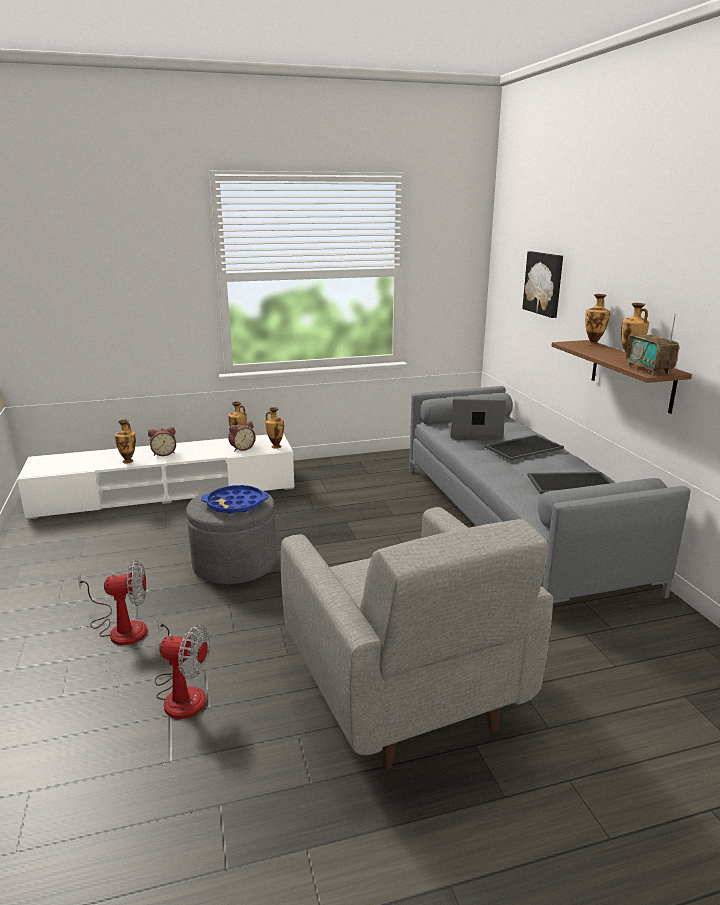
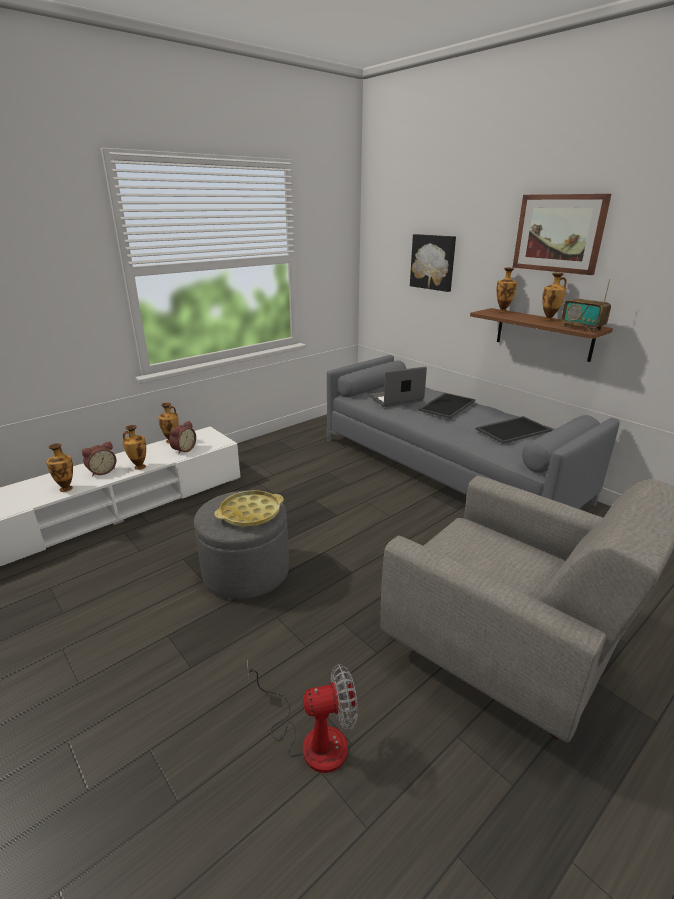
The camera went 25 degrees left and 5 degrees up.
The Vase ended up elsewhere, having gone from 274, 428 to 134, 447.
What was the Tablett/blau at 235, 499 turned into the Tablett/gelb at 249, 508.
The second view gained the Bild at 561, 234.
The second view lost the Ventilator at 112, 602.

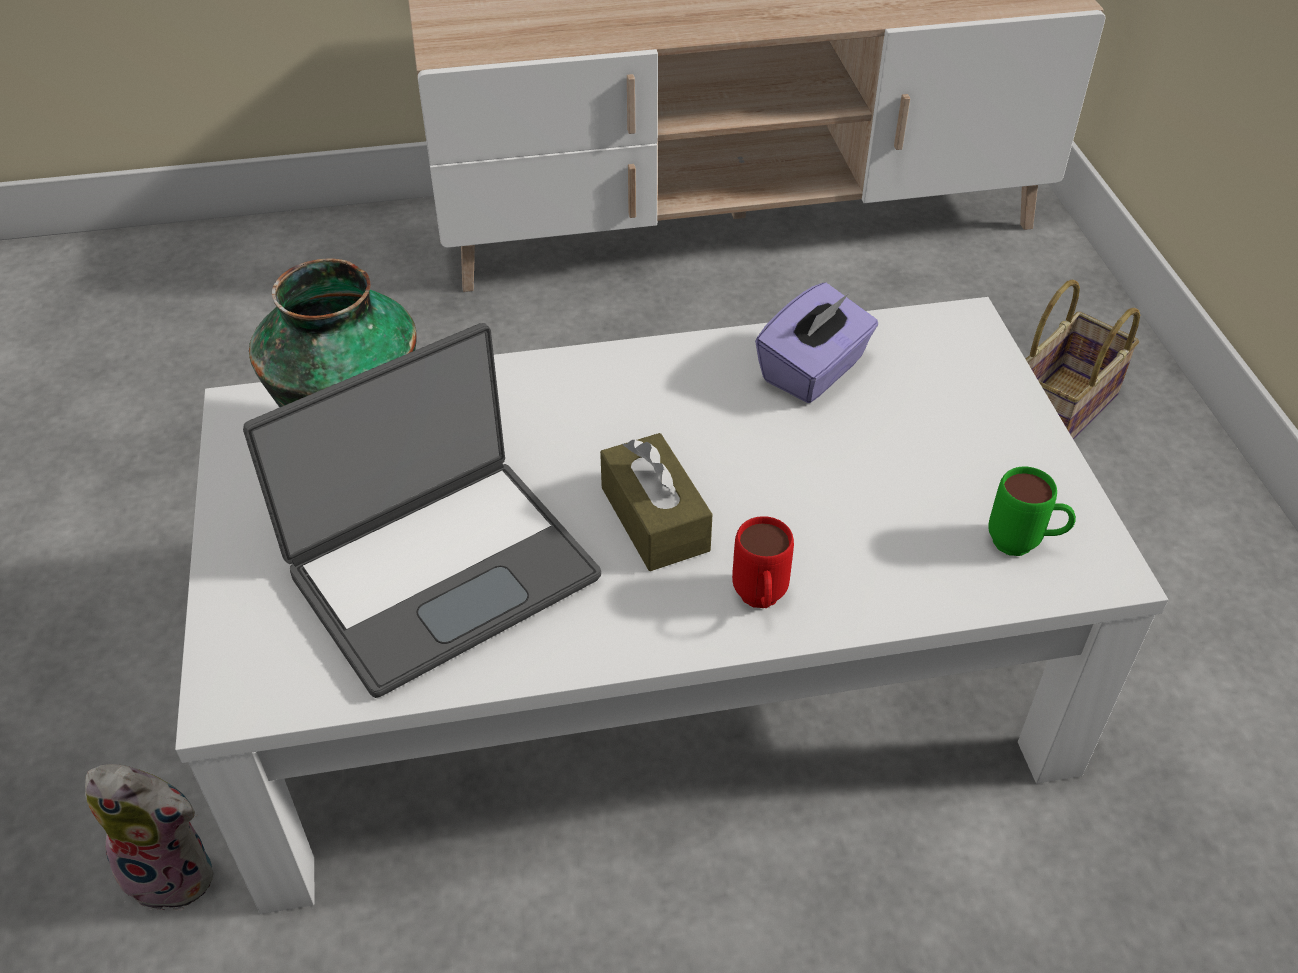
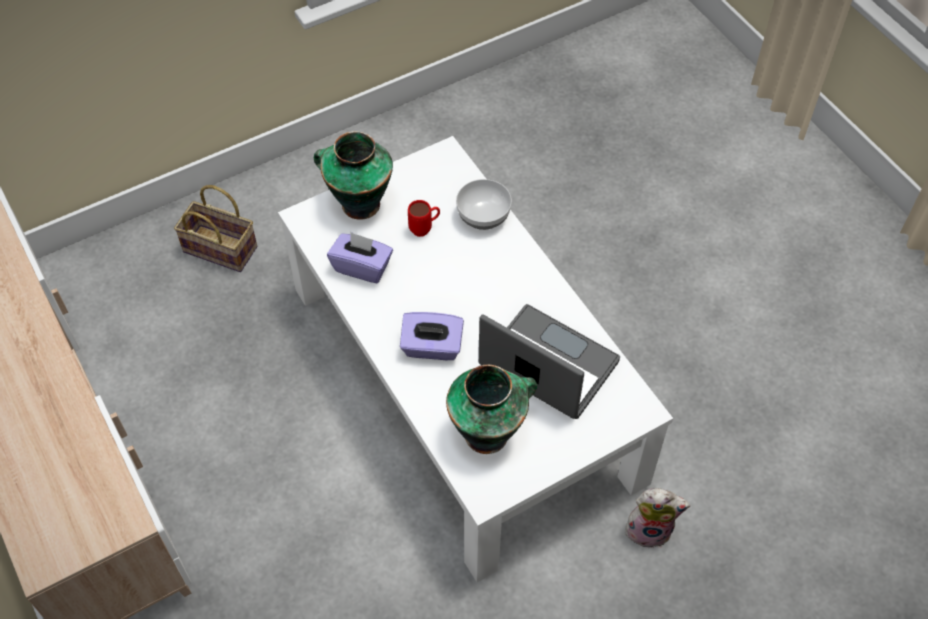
The camera went 110 degrees left and 10 degrees up.
The second view gained the Vase at 353, 175.
The second view gained the Taschentuchbox/lila at 432, 336.
The Henkelbecher/rot ended up elsewhere, having gone from 763, 562 to 424, 218.
The second view gained the Schüssel at 484, 204.
The Plüschtier at 149, 837 ended up facing another way, 105 degrees clockwise from before.
The second view lost the Taschentuchbox/braun at 656, 502.
The second view lost the Henkelbecher/grün at 1032, 511.

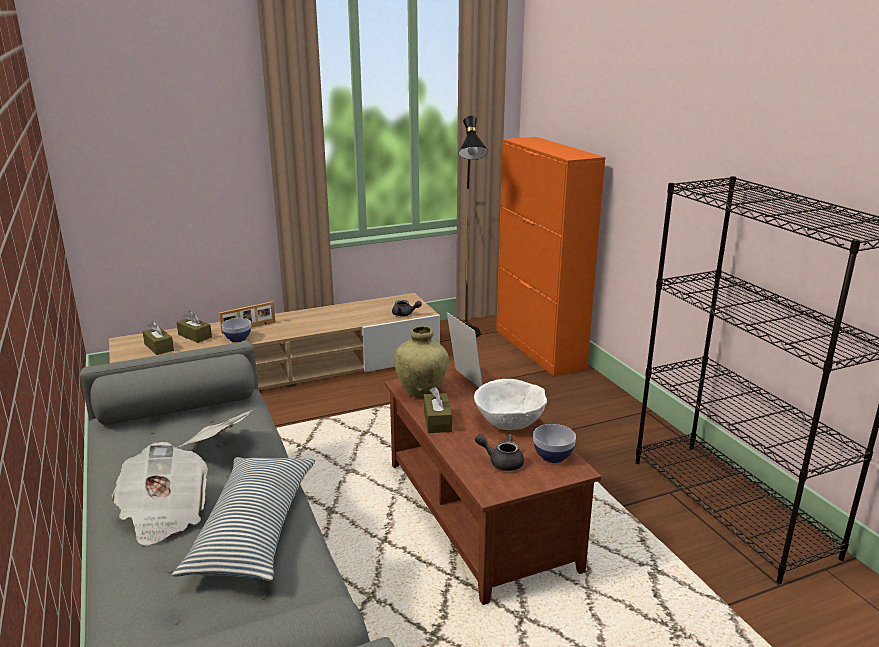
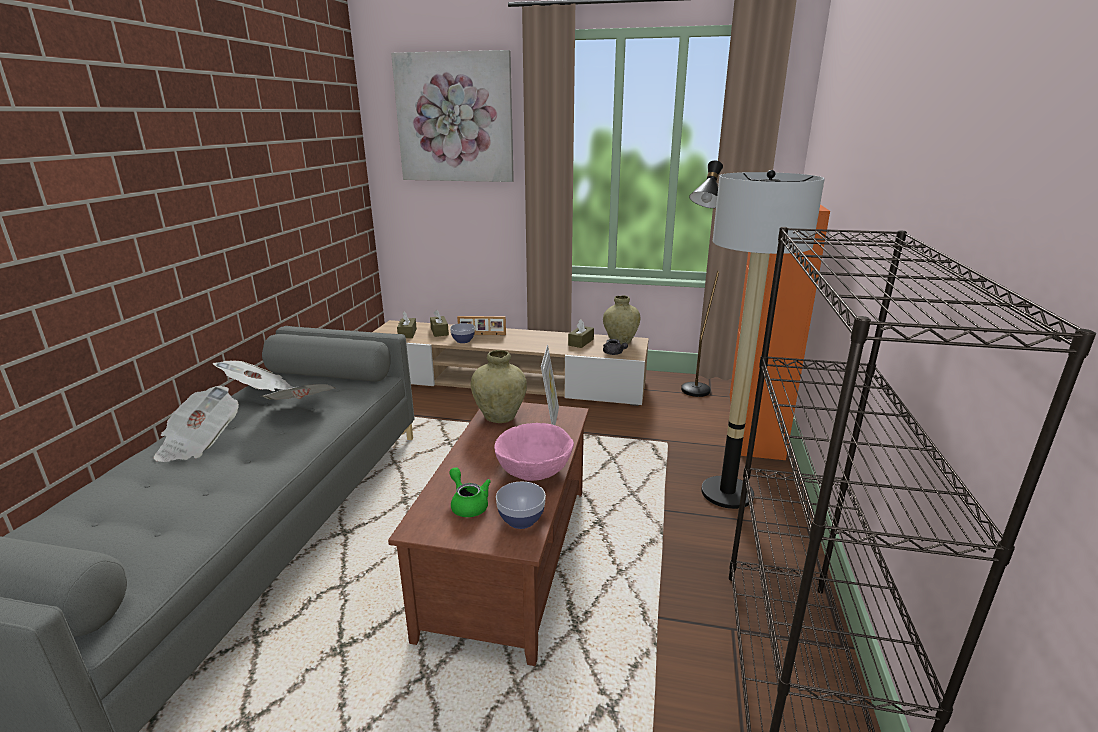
The camera went 35 degrees right and 0 degrees up.
The second view gained the Zeitung at 253, 376.
The second view gained the Bild at 452, 116.
What was the Teekanne/grau at 499, 452 turned into the Teekanne/grün at 470, 492.
What was the Schüssel/weiß at 510, 404 turned into the Schüssel/rosa at 534, 452.
The Taschentuchbox/braun ended up elsewhere, having gone from 438, 410 to 581, 333.
The second view gained the Vase/beige at 621, 319.
The second view gained the Stehlampe at 763, 339.
The second view lost the Kissen at 243, 519.

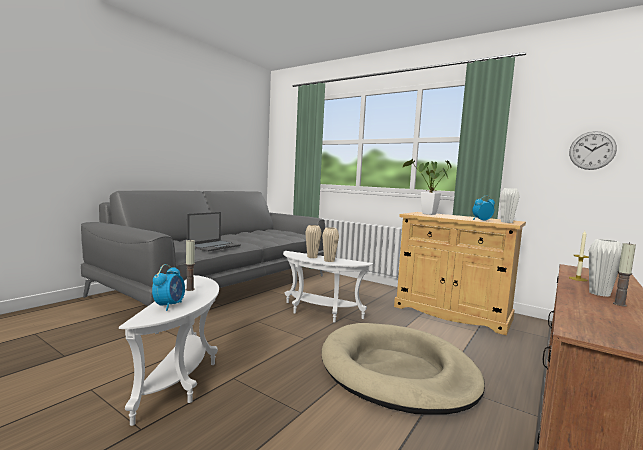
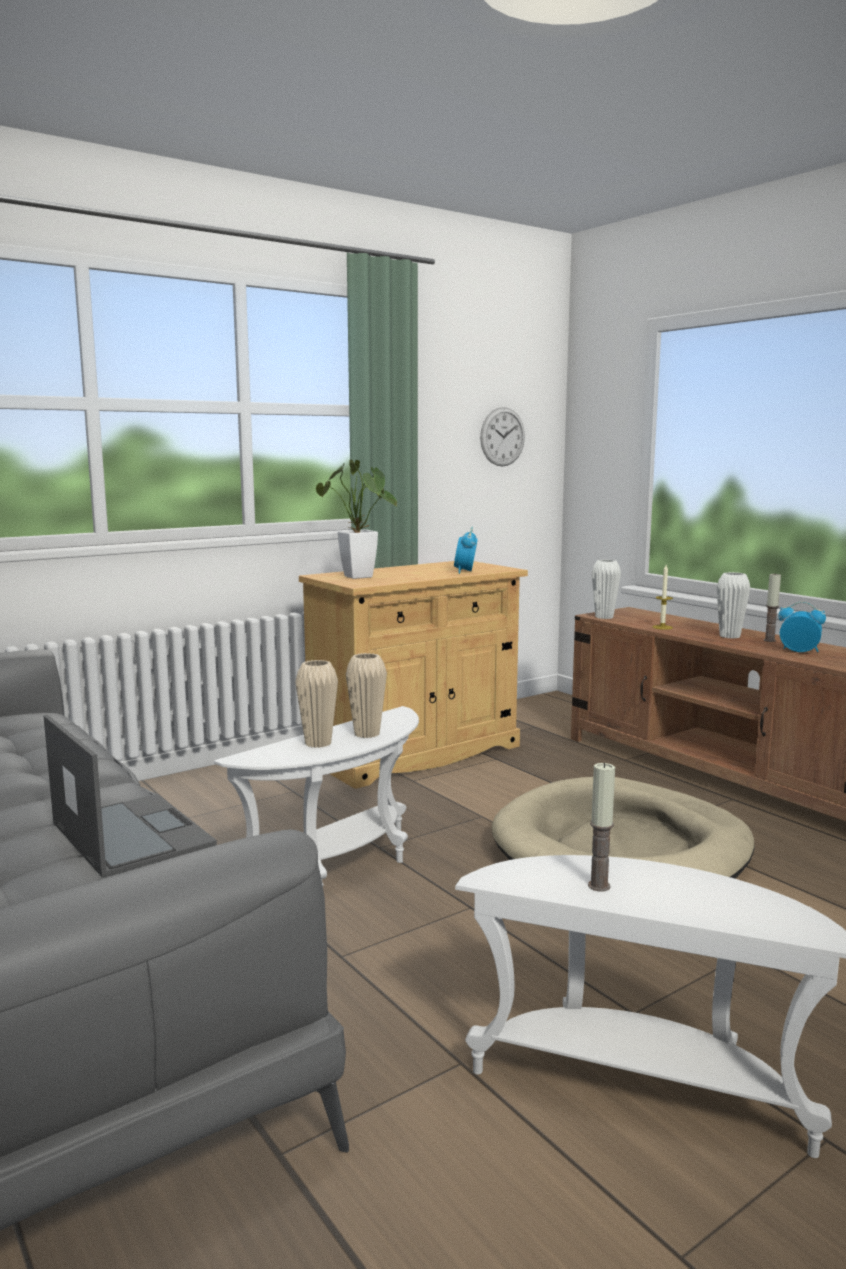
The camera went 70 degrees left and 5 degrees up.
The Vase/weiß ended up elsewhere, having gone from 510, 205 to 606, 589.
The Wecker ended up elsewhere, having gone from 168, 287 to 802, 627.

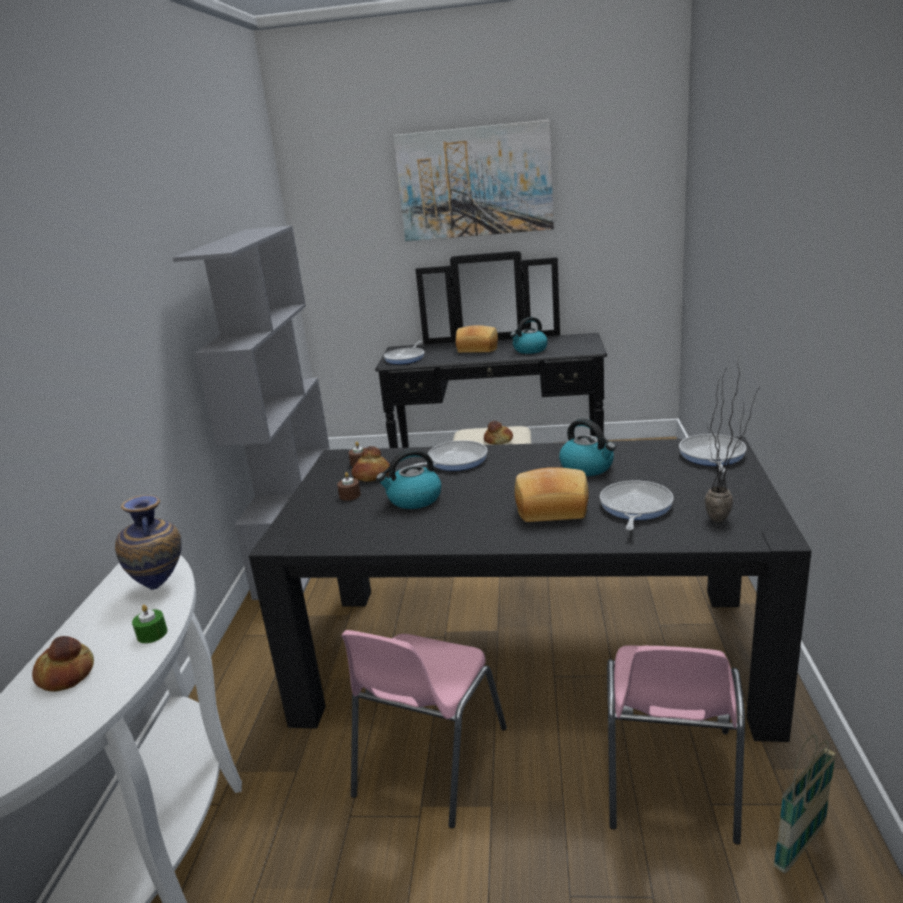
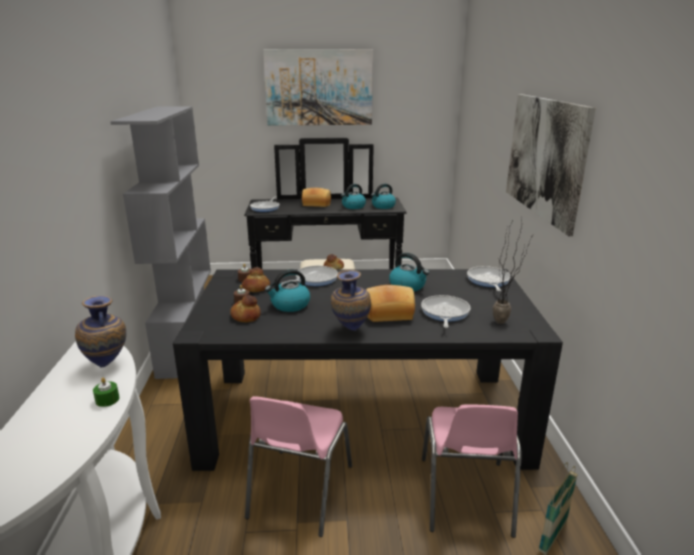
The camera went 10 degrees left and 0 degrees up.
The Brot ended up elsewhere, having gone from 63, 664 to 245, 308.
The second view gained the Vase at 351, 300.
The second view gained the Wasserkessel at 383, 196.
The second view gained the Bild at 551, 165.

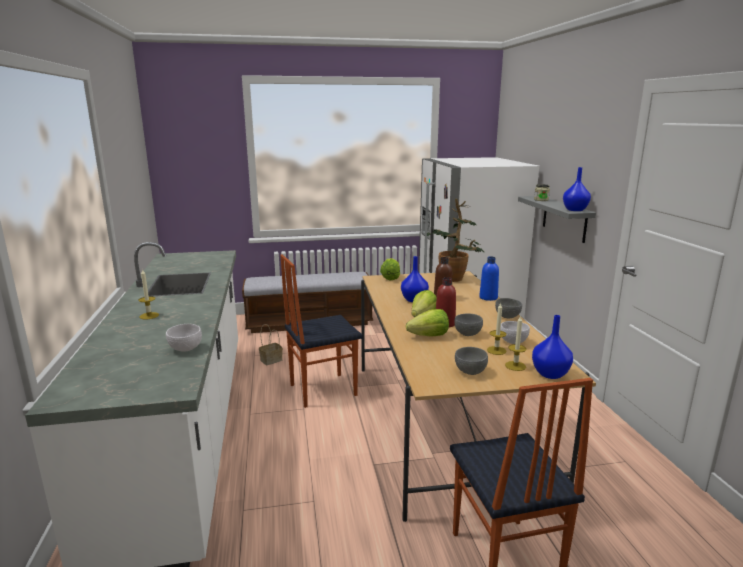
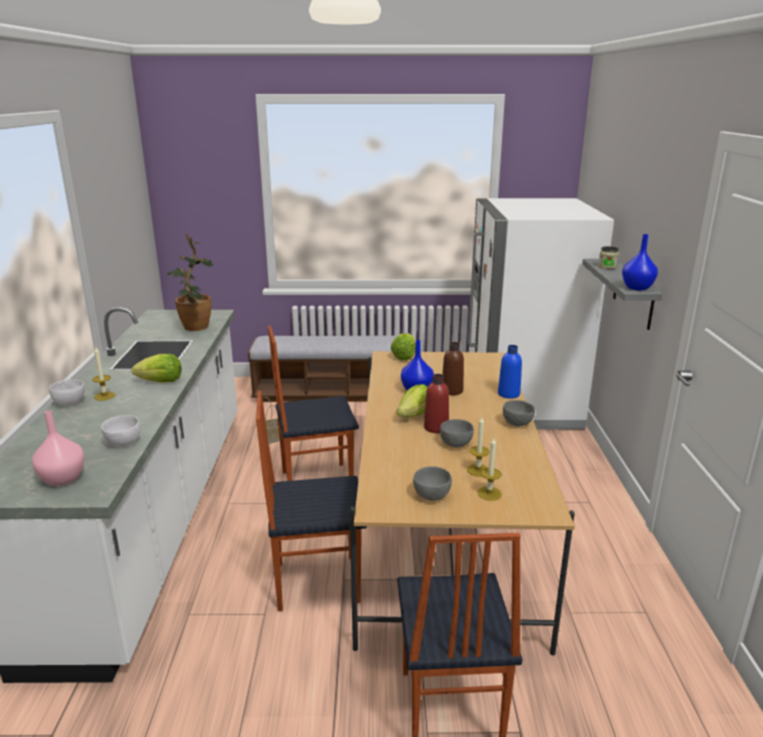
The camera went 10 degrees right and 5 degrees up.
The second view gained the Vase/rosa at 58, 448.
The Schüssel/weiß ended up elsewhere, having gone from 515, 332 to 67, 392.
The Salatkopf ended up elsewhere, having gone from 427, 323 to 157, 368.
The Topfpflanze ended up elsewhere, having gone from 455, 240 to 190, 282.
The second view gained the Stuhl at 311, 500.
The second view lost the Vase/blau at 552, 347.

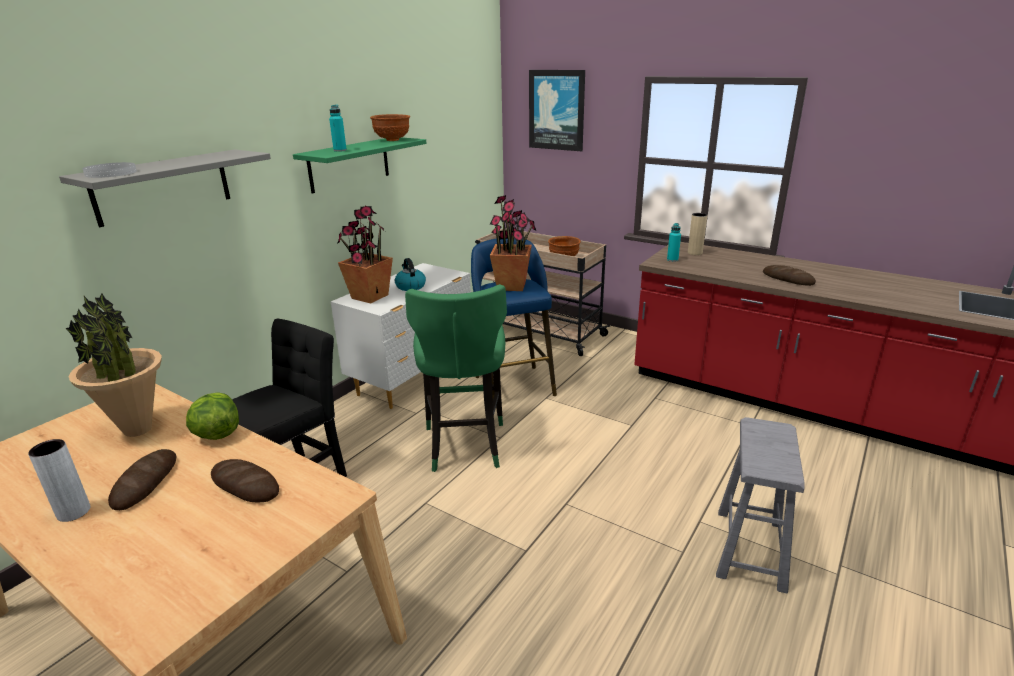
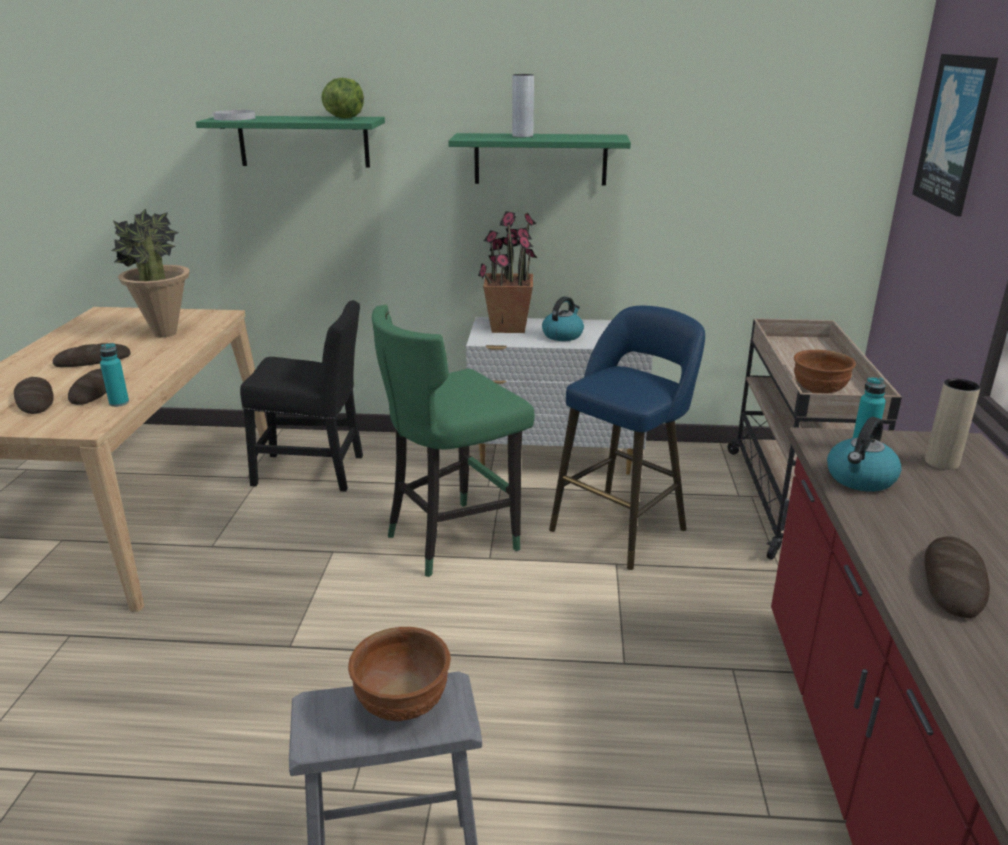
The camera went 60 degrees right and 0 degrees up.
The second view gained the Brot at 34, 395.
The Flasche/türkis ended up elsewhere, having gone from 338, 128 to 114, 375.
What was the Wandregal/grau at 165, 188 turned into the Wandregal/grün at 290, 142.
The Salatkopf ended up elsewhere, having gone from 212, 416 to 342, 98.
The Schüssel/braun ended up elsewhere, having gone from 390, 127 to 399, 674.
The Vase/grau ended up elsewhere, having gone from 59, 480 to 523, 105.
The second view gained the Wasserkessel at 864, 454.
The second view lost the Topfpflanze at 512, 243.

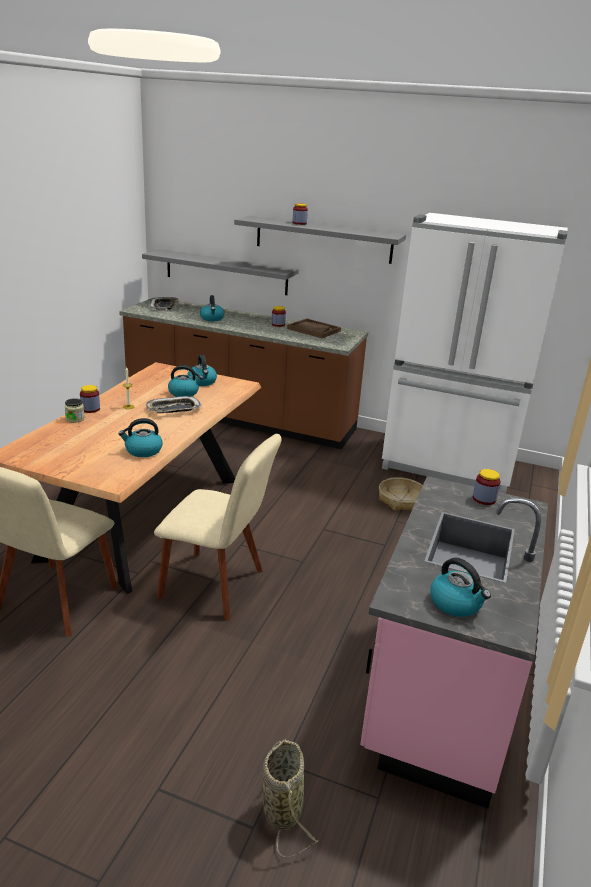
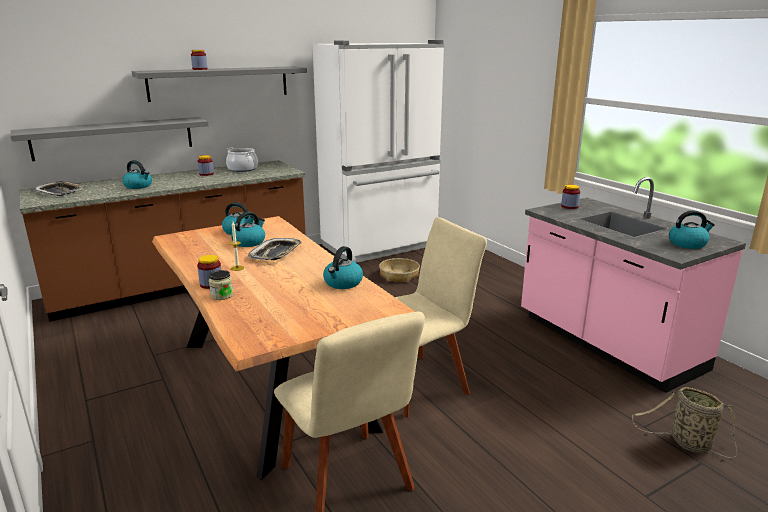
The camera went 50 degrees left and 5 degrees down.
Where the Tablett/braun stood at 314, 328, the Kochtopf came to stand at 242, 160.

